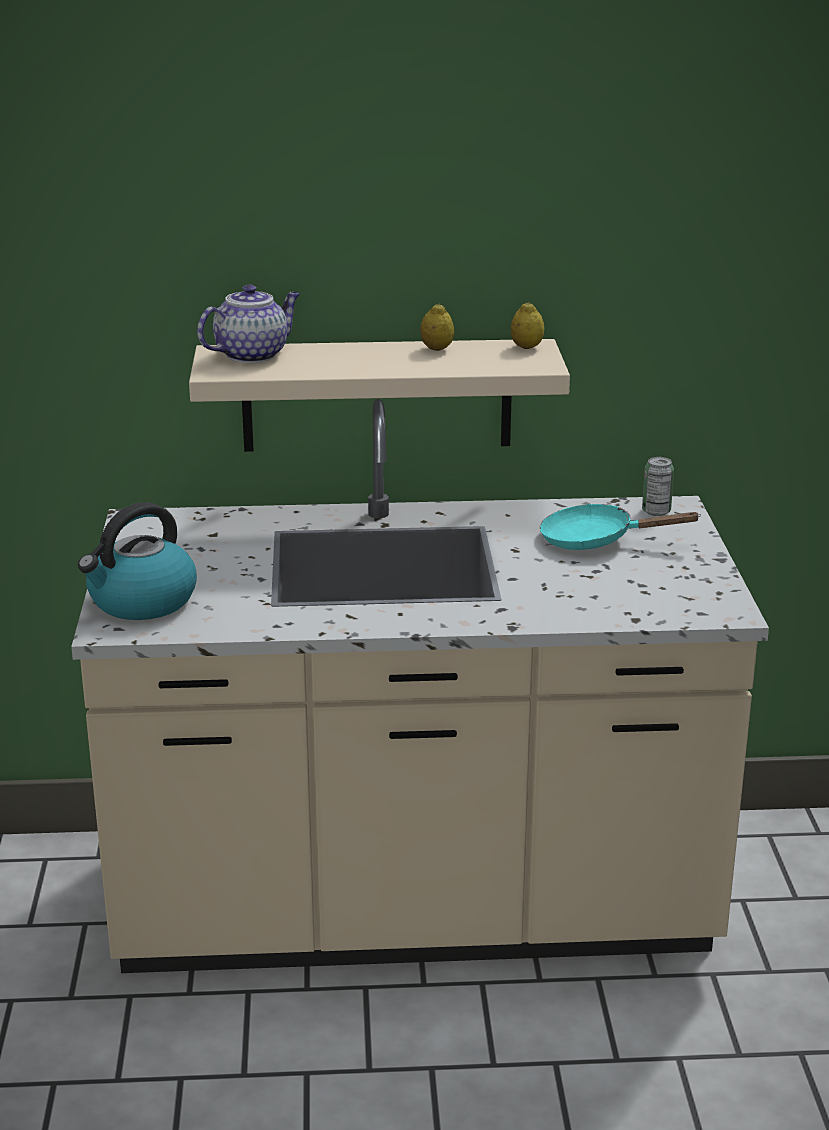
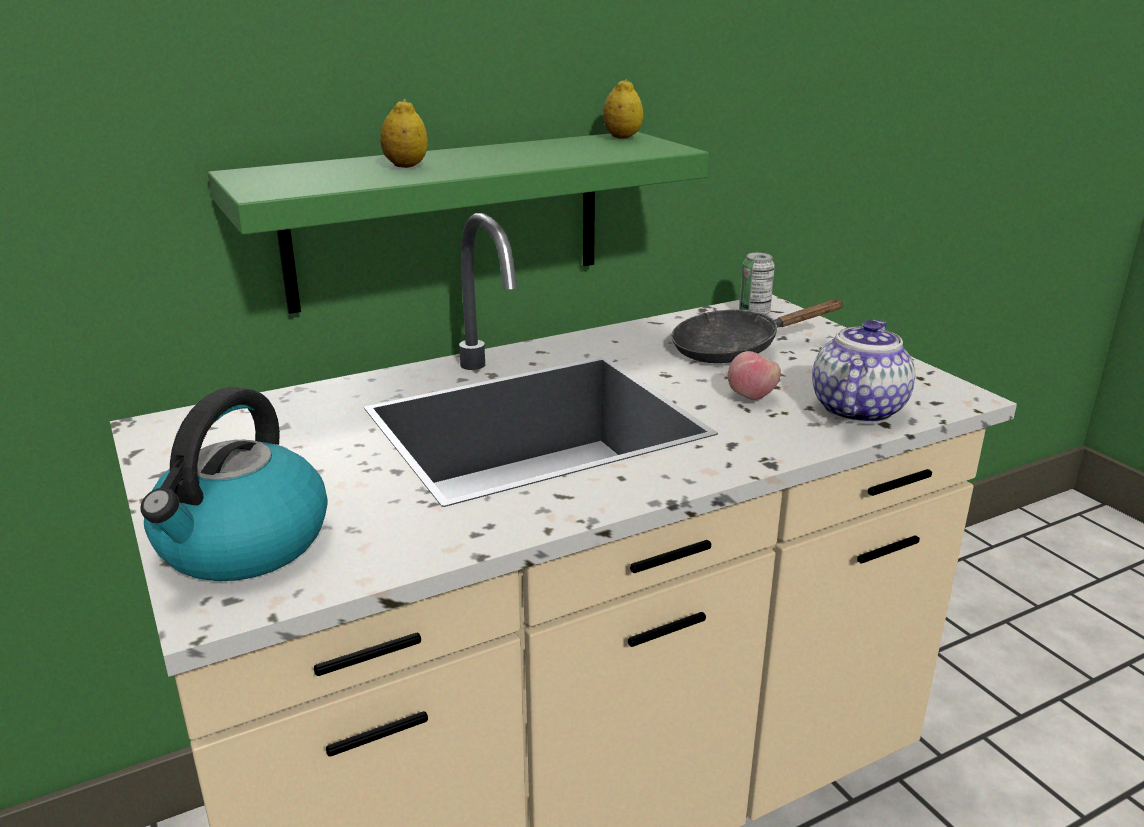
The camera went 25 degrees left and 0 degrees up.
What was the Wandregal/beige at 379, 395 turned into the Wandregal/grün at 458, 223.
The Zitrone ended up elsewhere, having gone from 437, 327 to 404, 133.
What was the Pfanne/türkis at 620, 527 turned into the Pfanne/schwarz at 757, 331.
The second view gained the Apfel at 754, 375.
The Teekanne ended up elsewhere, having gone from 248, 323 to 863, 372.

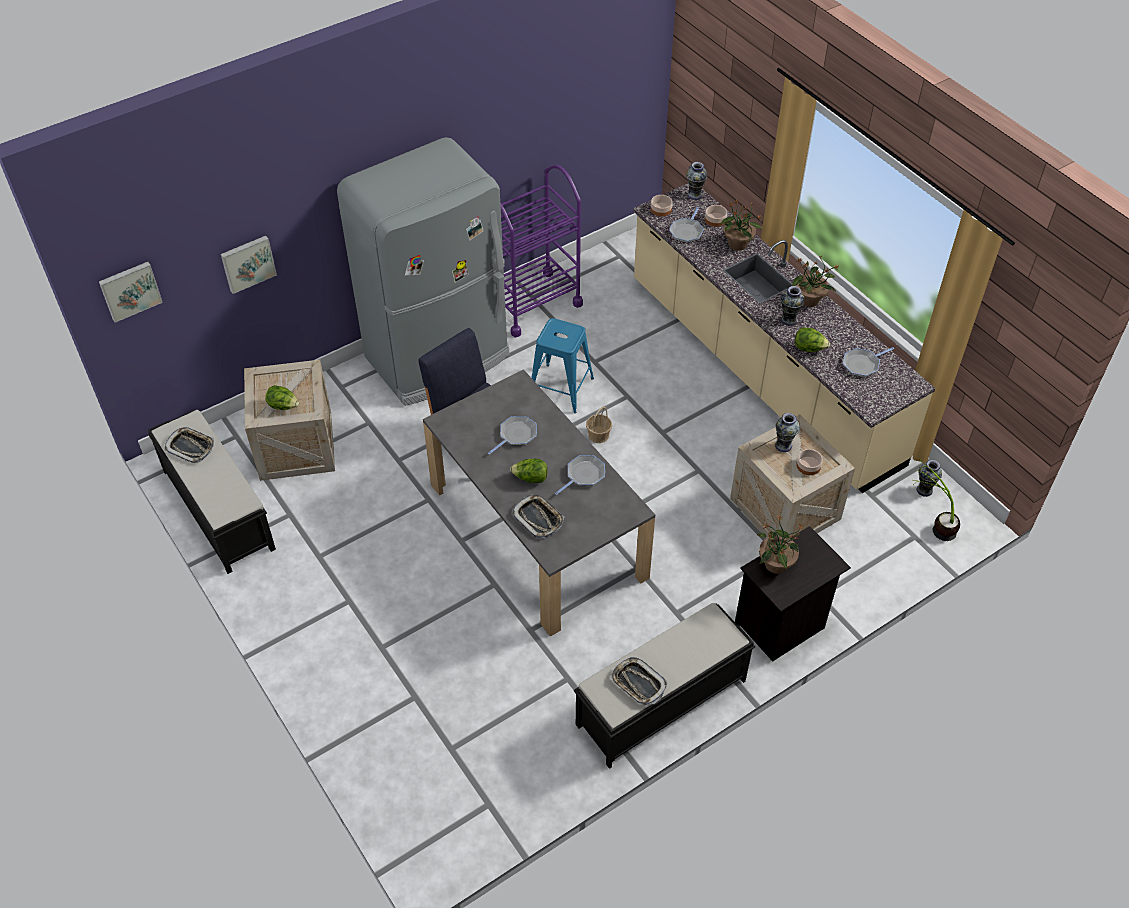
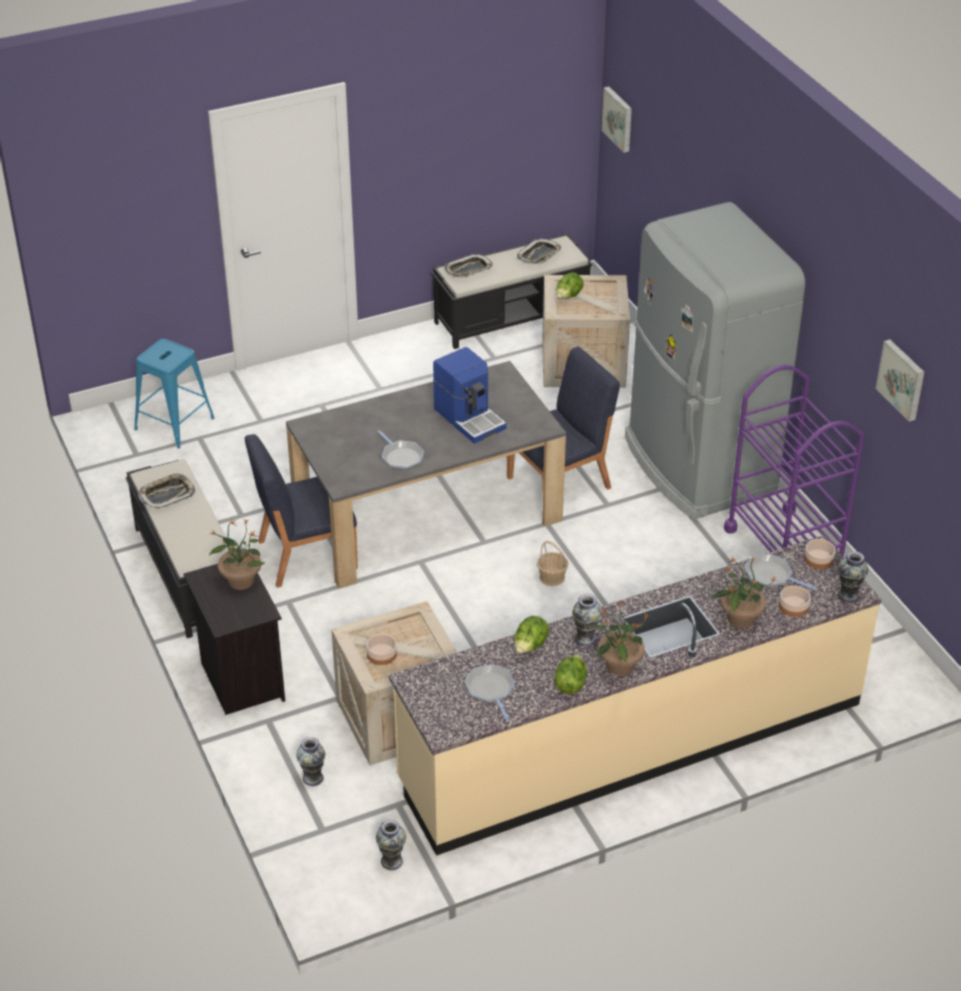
The camera went 100 degrees right and 10 degrees down.
The Hocker/blau ended up elsewhere, having gone from 563, 365 to 174, 393.
The second view gained the Stuhl/blau at 301, 511.
The Vase ended up elsewhere, having gone from 787, 432 to 310, 761.
Where the Pfanne stood at 512, 435, the Kaffeemaschine came to stand at 470, 395.
The Tablett ended up elsewhere, having gone from 538, 516 to 468, 266.
The Salatkopf ended up elsewhere, having gone from 529, 470 to 570, 674.
The Bild ended up elsewhere, having gone from 249, 265 to 900, 380.
The second view lost the Topfpflanze at 937, 500.

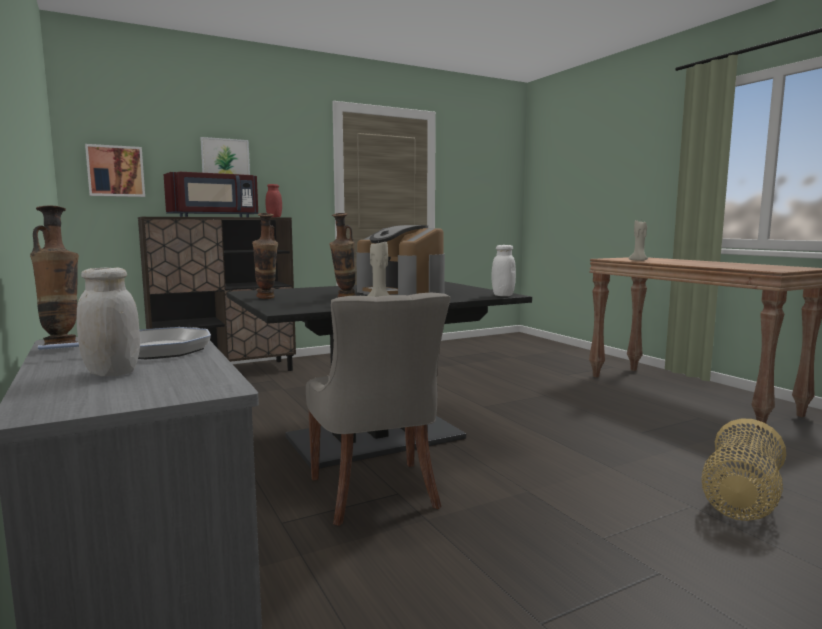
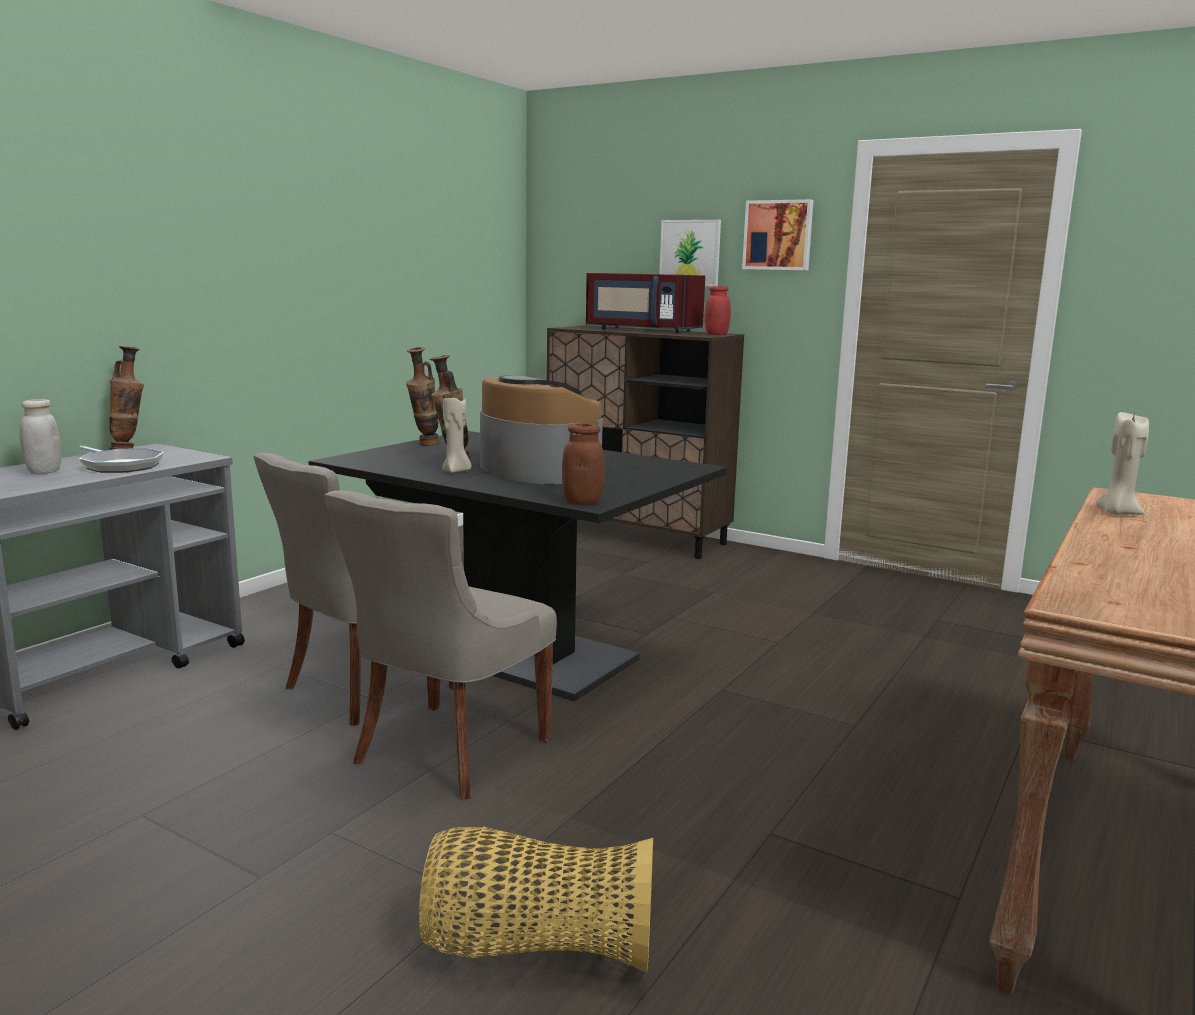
The camera went 60 degrees right and 5 degrees up.
The second view gained the Stuhl/grau at 440, 645.
The Kaffeemaschine at 400, 260 ended up facing another way, 120 degrees clockwise from before.
What was the Vorratsglas/weiß at 503, 270 turned into the Vorratsglas/braun at 583, 464.
The Bild ended up elsewhere, having gone from 115, 170 to 778, 234.

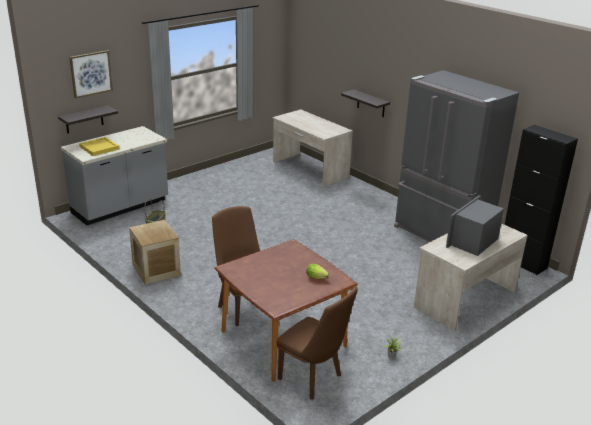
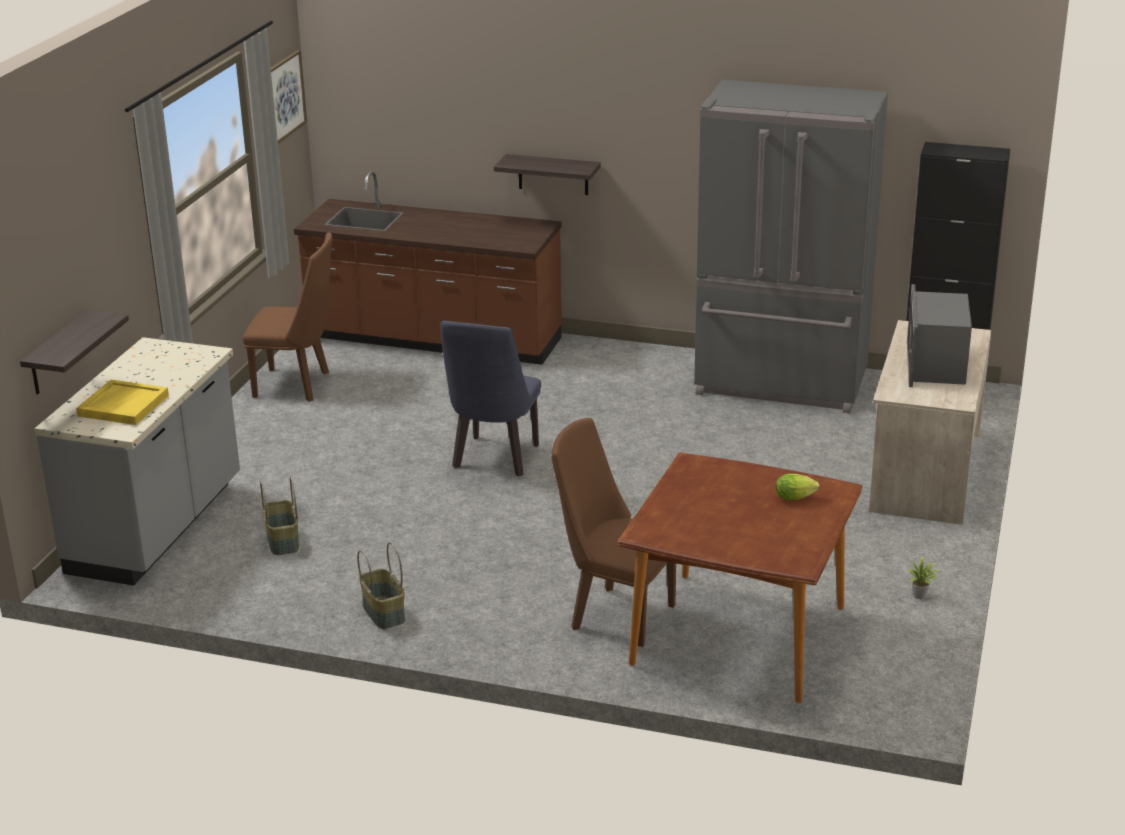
The camera went 30 degrees left and 0 degrees up.
The Stuhl/braun ended up elsewhere, having gone from 317, 343 to 288, 317.
The Bild ended up elsewhere, having gone from 91, 74 to 289, 97.
Where the Schreibtisch/beige stood at 312, 148, the Küchenzeile/braun came to stand at 428, 268.
Where the Kiste stood at 155, 252, the Korb came to stand at 381, 585.
The second view gained the Stuhl/blau at 490, 398.

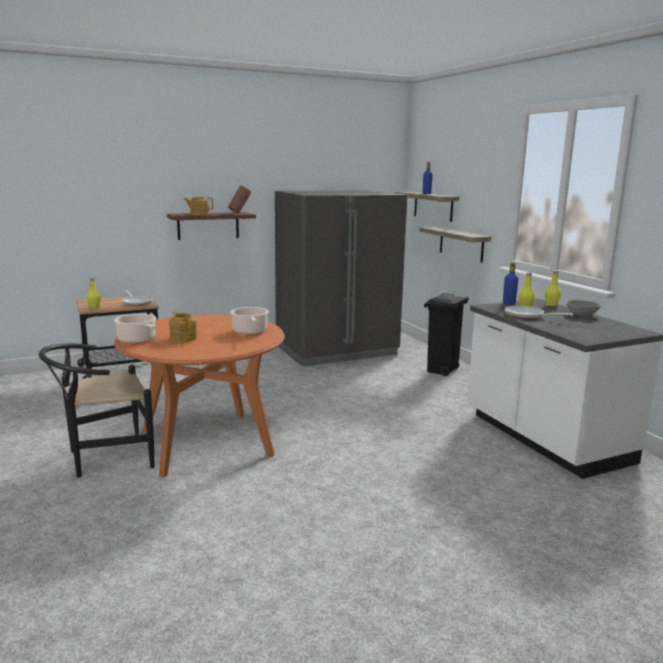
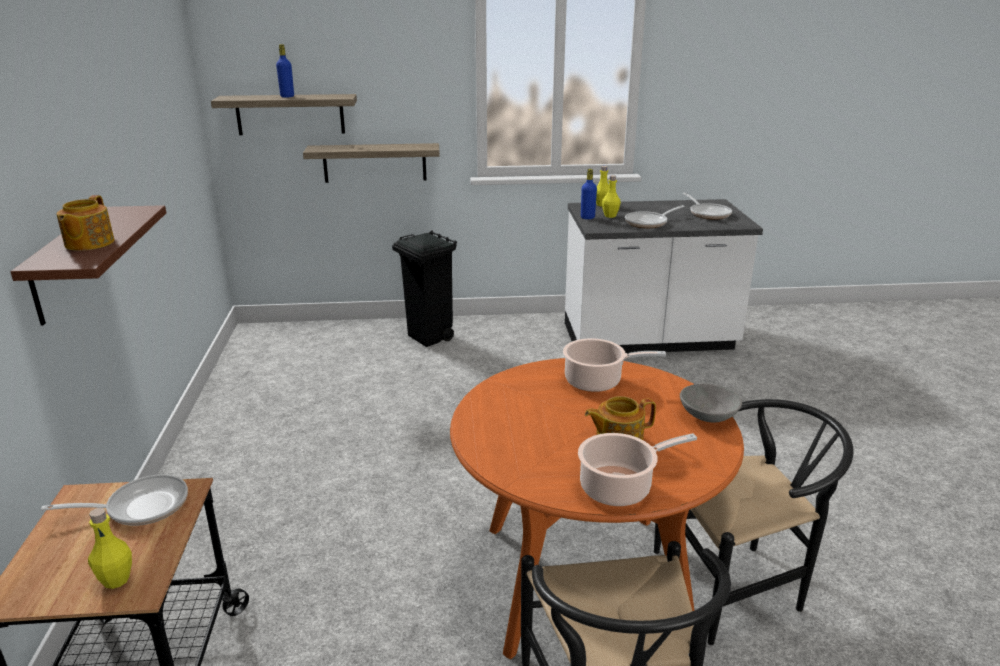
The camera went 70 degrees left and 10 degrees up.
The second view gained the Stuhl/schwarz at 753, 522.
The Schüssel/grau ended up elsewhere, having gone from 583, 308 to 711, 403.
The second view gained the Pfanne at 707, 206.
The second view lost the Vase/braun at 239, 199.
The second view lost the Kühlschrank/grau at 341, 278.

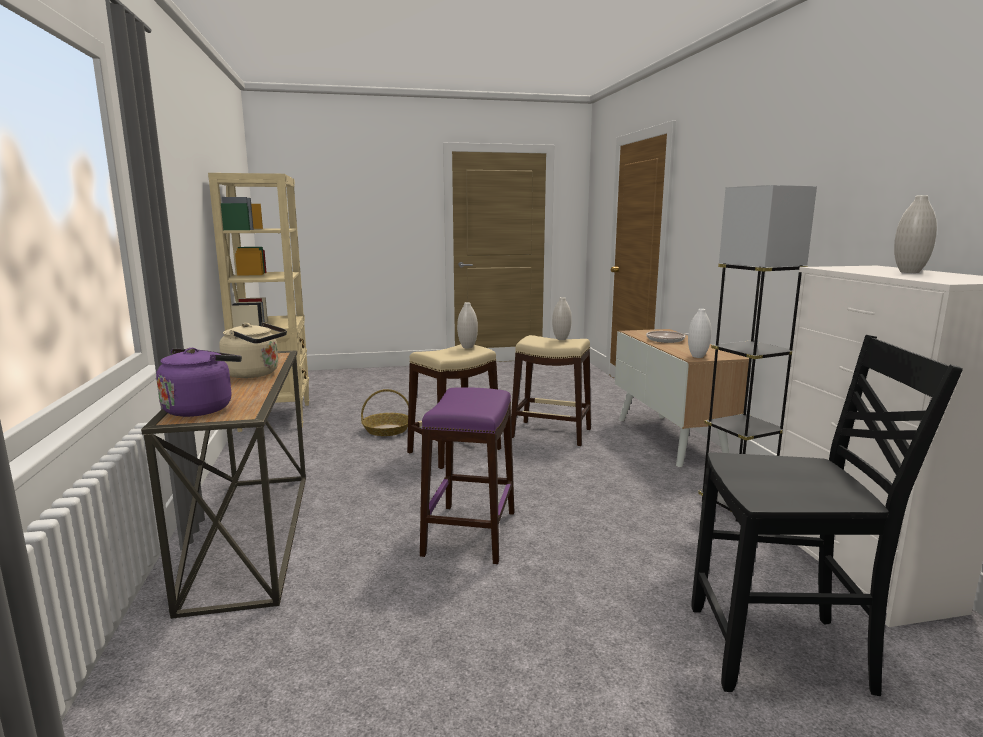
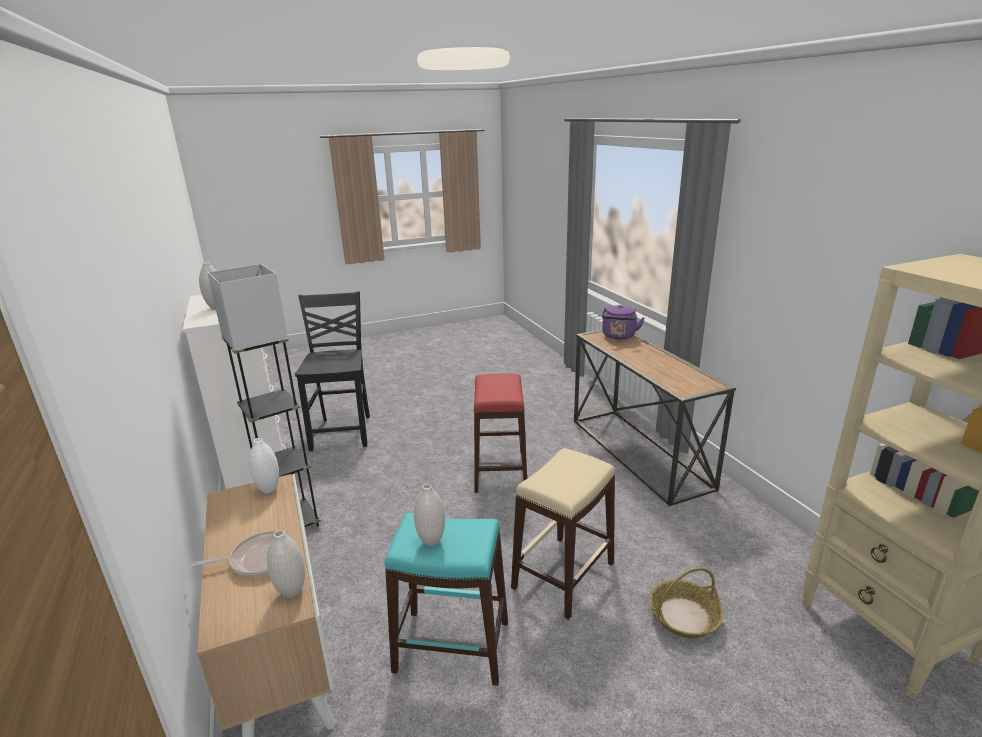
The camera went 170 degrees right and 10 degrees up.
The Vase/weiß ended up elsewhere, having gone from 467, 325 to 286, 564.
The Stuhl/schwarz at 827, 515 ended up facing another way, 90 degrees clockwise from before.
What was the Hocker/beige at 551, 390 turned into the Hocker/türkis at 446, 599.
What was the Hocker/lila at 467, 475 turned into the Hocker/rot at 500, 433.
The second view lost the Wasserkessel/beige at 253, 350.

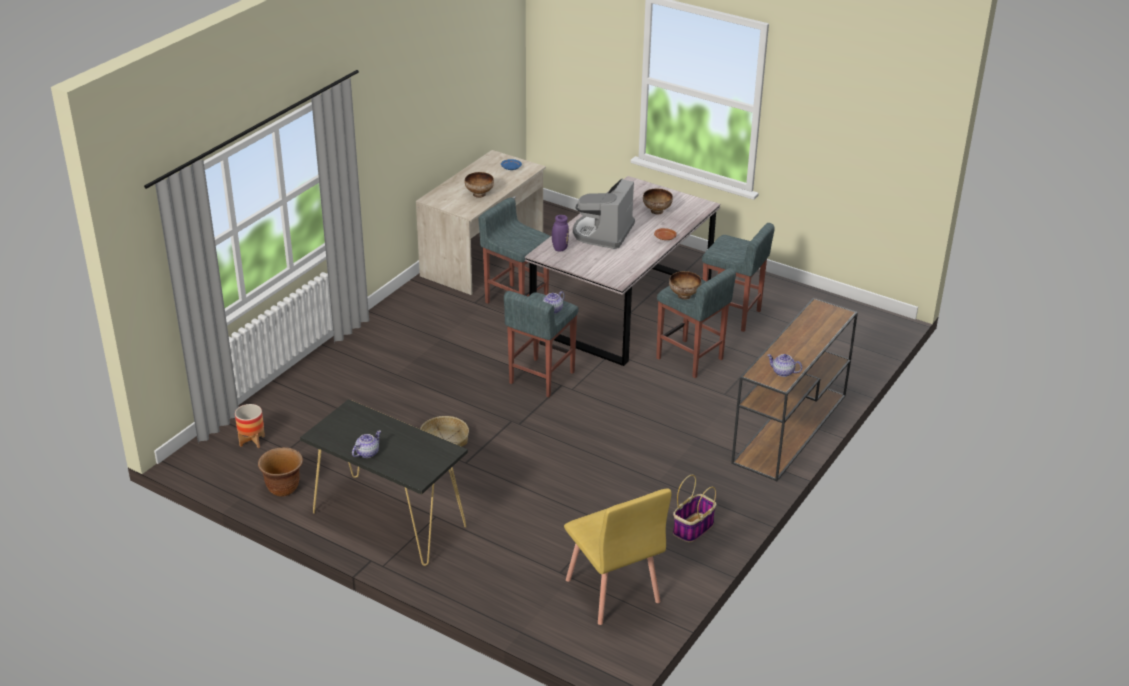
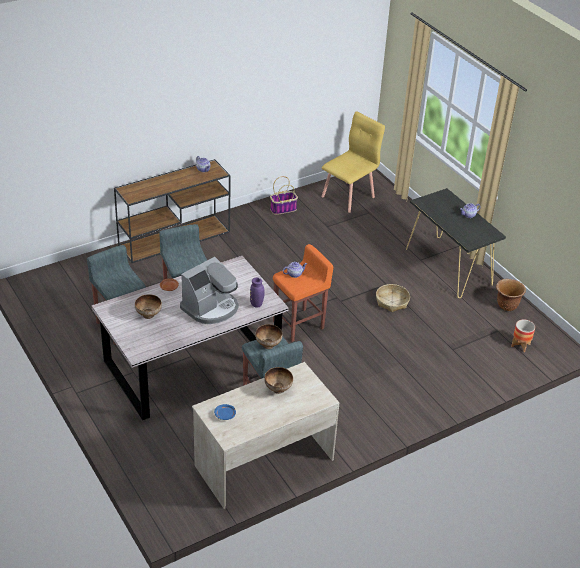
The camera went 155 degrees left and 5 degrees up.
The Schüssel ended up elsewhere, having gone from 685, 285 to 268, 336.
What was the Hocker/grau at 541, 344 turned into the Hocker/orange at 303, 293.
The Stuhl/gelb at 618, 556 ended up facing another way, 45 degrees clockwise from before.

